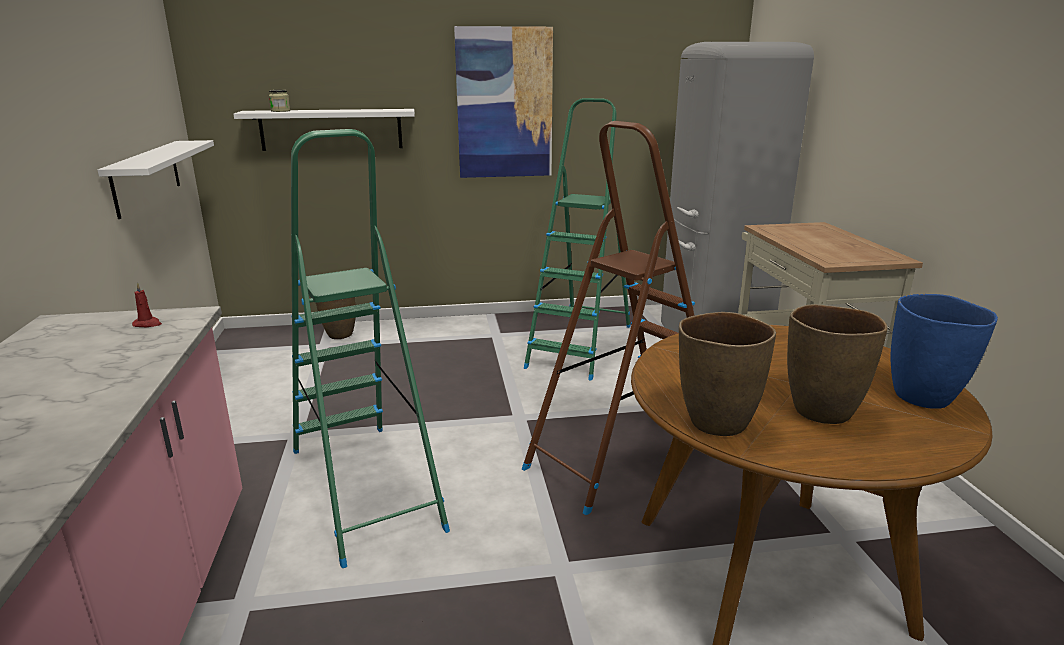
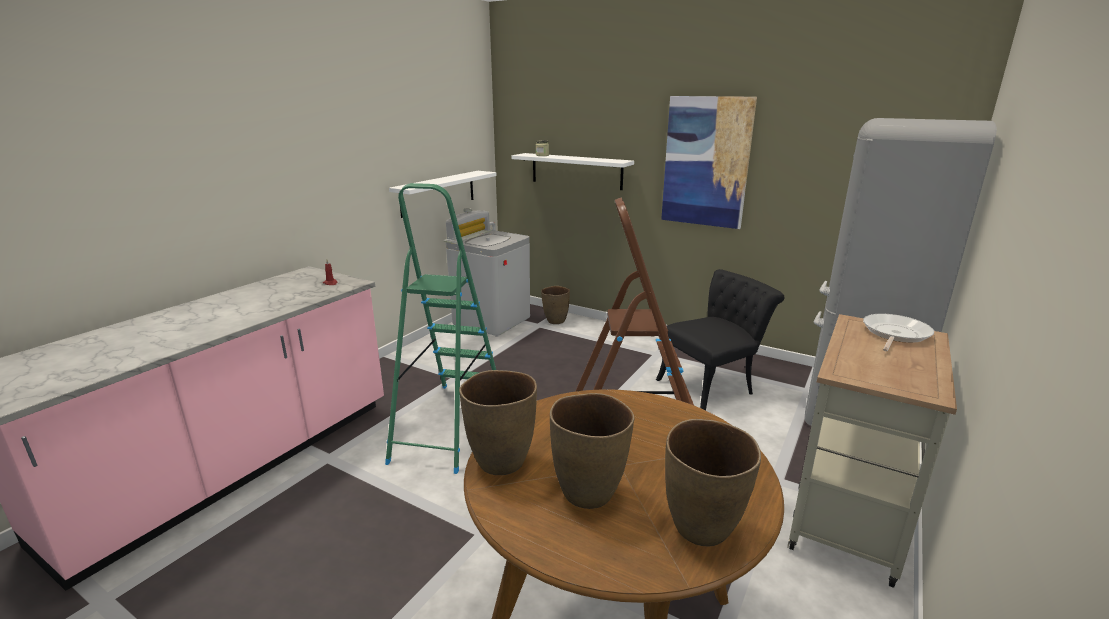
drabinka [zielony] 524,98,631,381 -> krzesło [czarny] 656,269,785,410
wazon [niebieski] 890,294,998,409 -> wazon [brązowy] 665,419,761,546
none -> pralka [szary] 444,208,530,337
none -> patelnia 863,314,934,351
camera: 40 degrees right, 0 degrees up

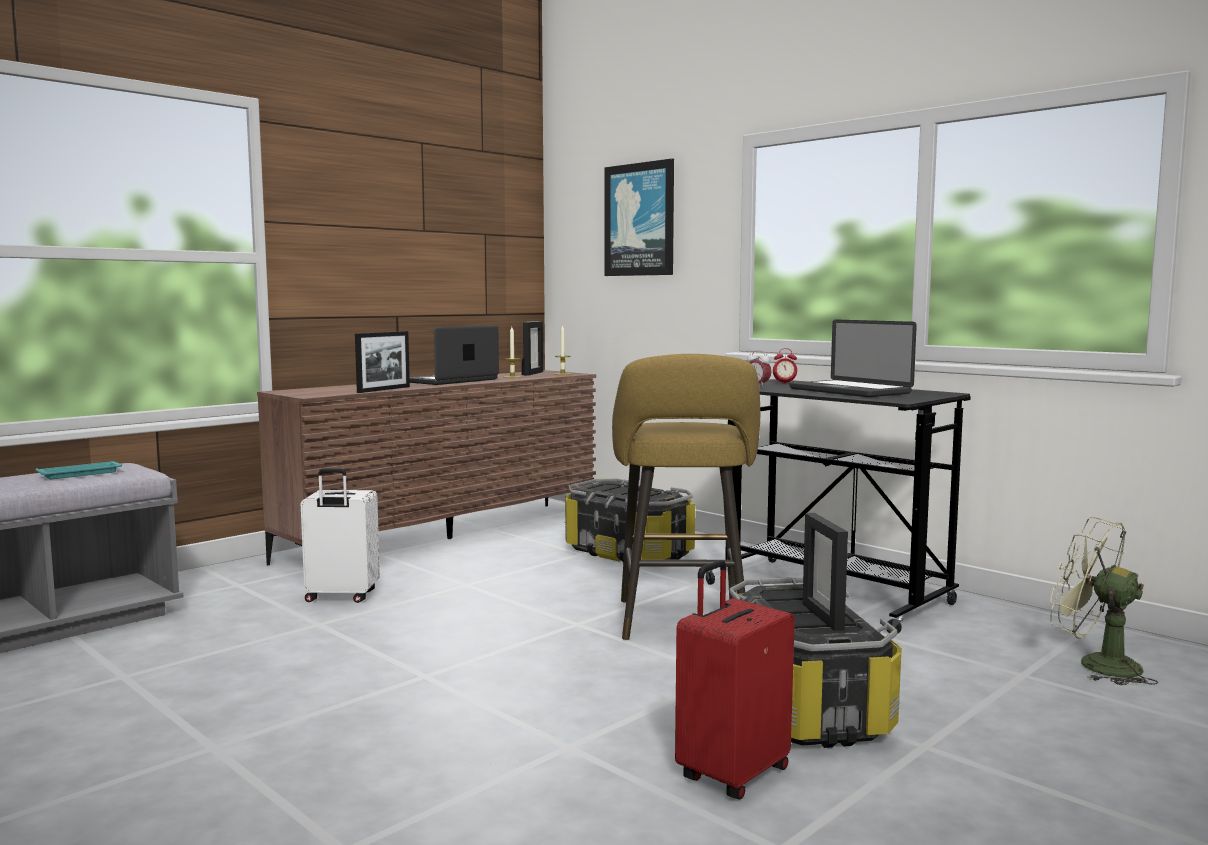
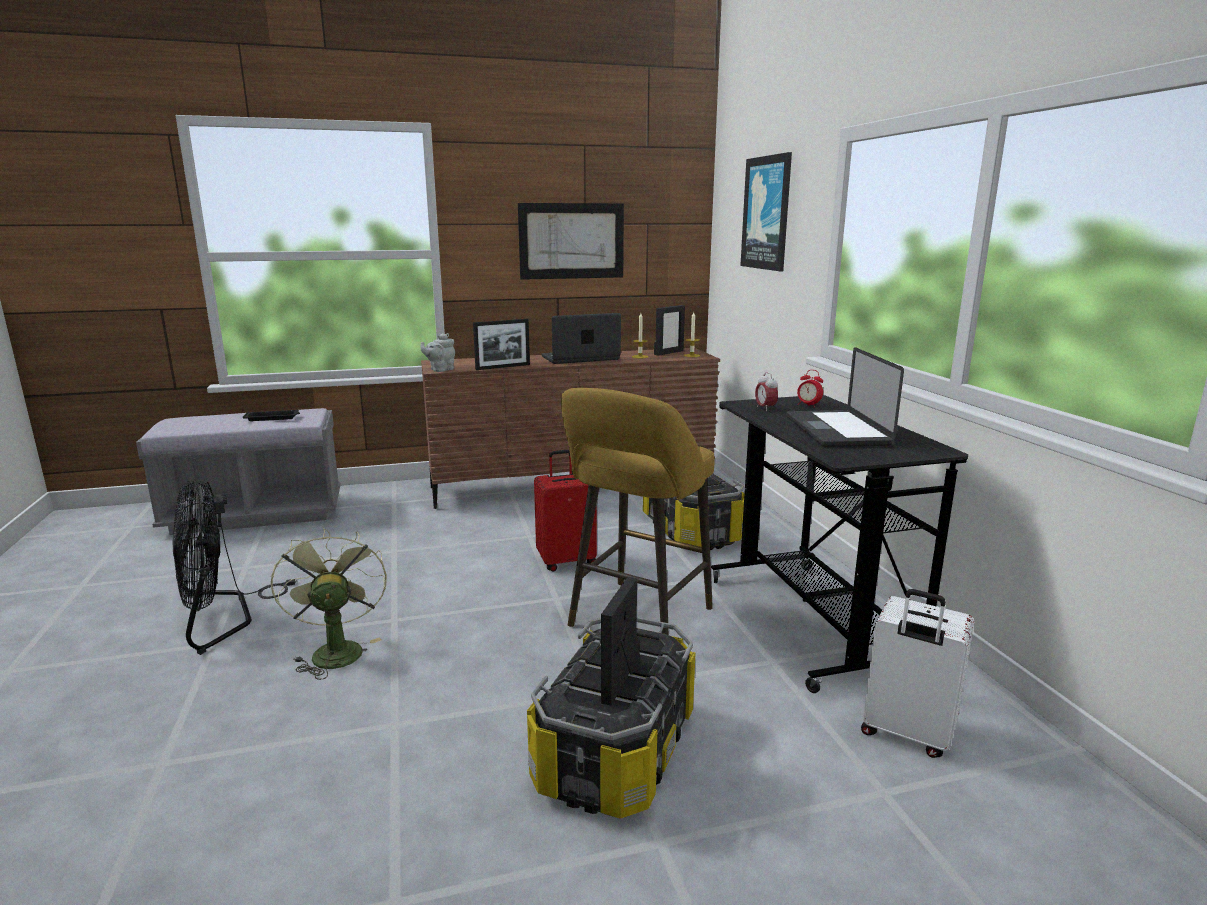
taca [turkusowy] 36,461,122,479 -> taca [czarny] 243,410,300,421
walizka [biały] 301,468,380,603 -> walizka [biały] 861,589,974,758, shifted
wentylator [zielony] 1050,517,1158,685 -> wentylator [zielony] 271,527,387,680, shifted
walizka [czerwony] 675,560,795,800 -> walizka [czerwony] 534,450,597,572, shifted
none -> obraz 518,203,624,280
none -> imbryk [szary] 420,333,455,372
none -> wentylator [czarny] 173,479,298,655
camera: 30 degrees right, 10 degrees up

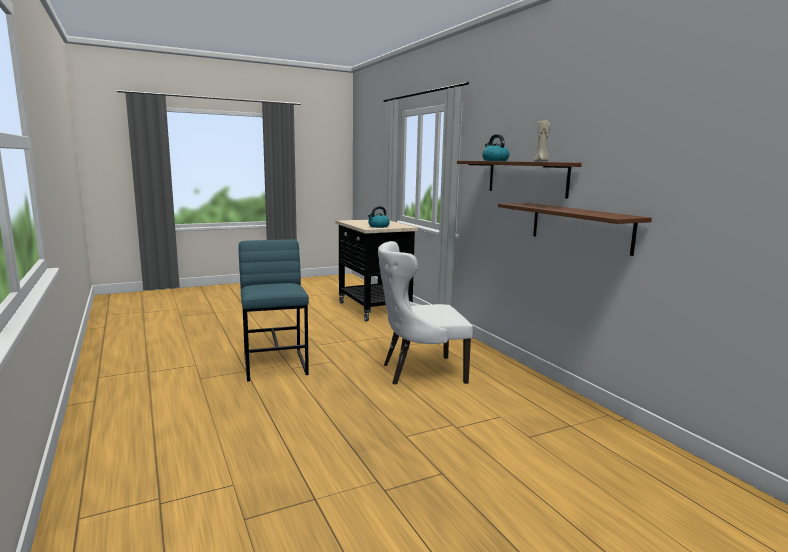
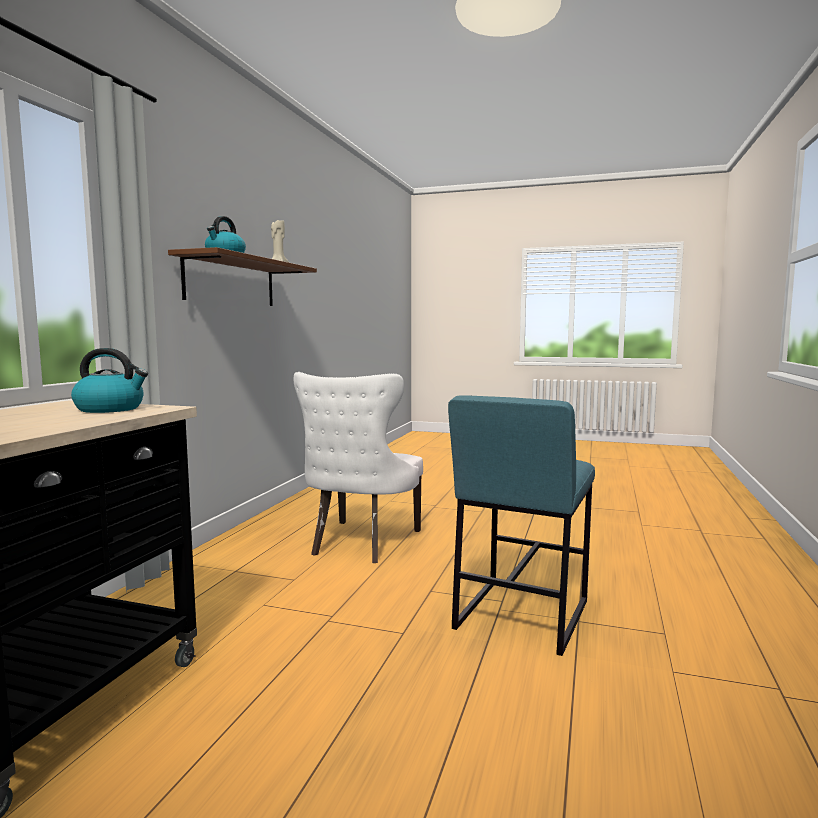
półka [brązowy] 498,203,652,256 -> none
krzesło [biały] 378,241,473,385 -> krzesło [biały] 294,372,423,563, 75 degrees clockwise
camera: 135 degrees left, 5 degrees down

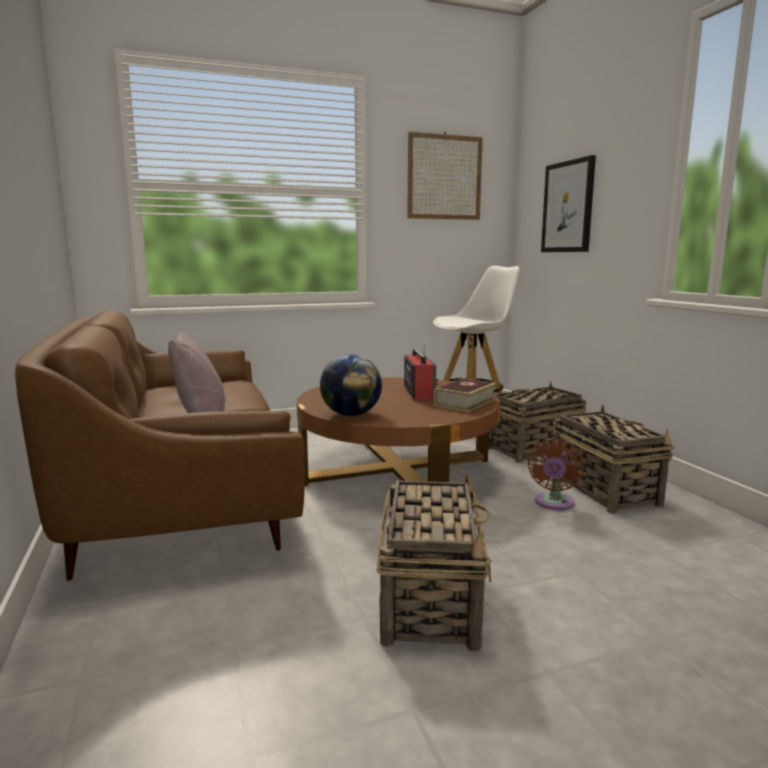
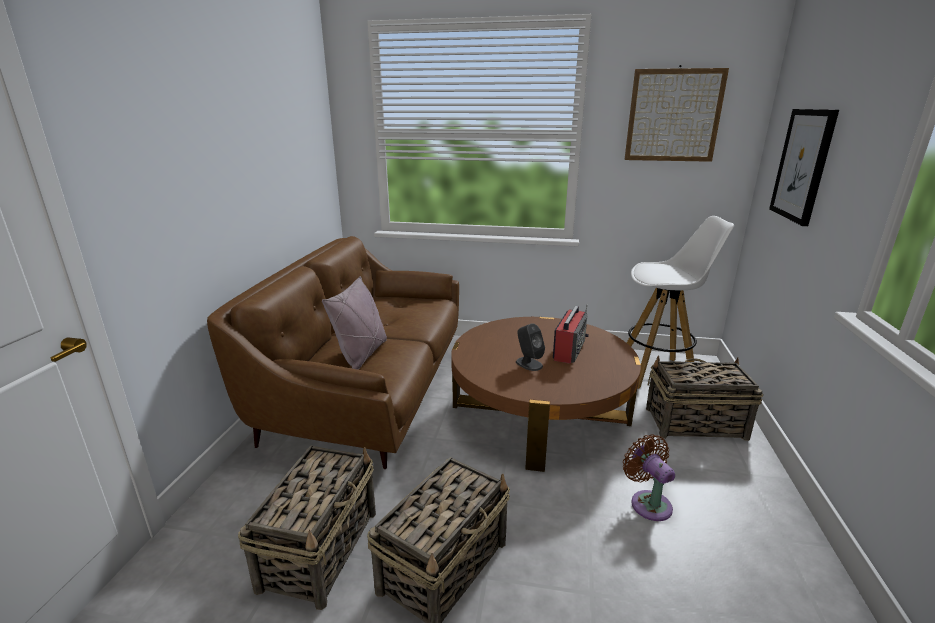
globus 320,354,382,416 -> none
książka 434,378,496,412 -> none
koszyk 553,404,675,514 -> koszyk 238,446,376,610, shifted
wentylator [brązowy] 528,439,584,510 -> wentylator [brązowy] 623,434,675,521, 105 degrees clockwise
none -> głośnik [szary] 516,323,545,371
camera: 30 degrees right, 10 degrees up

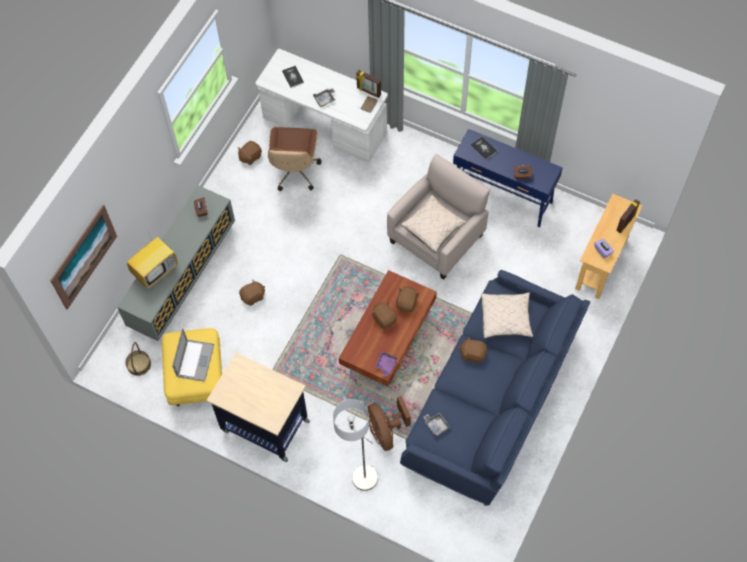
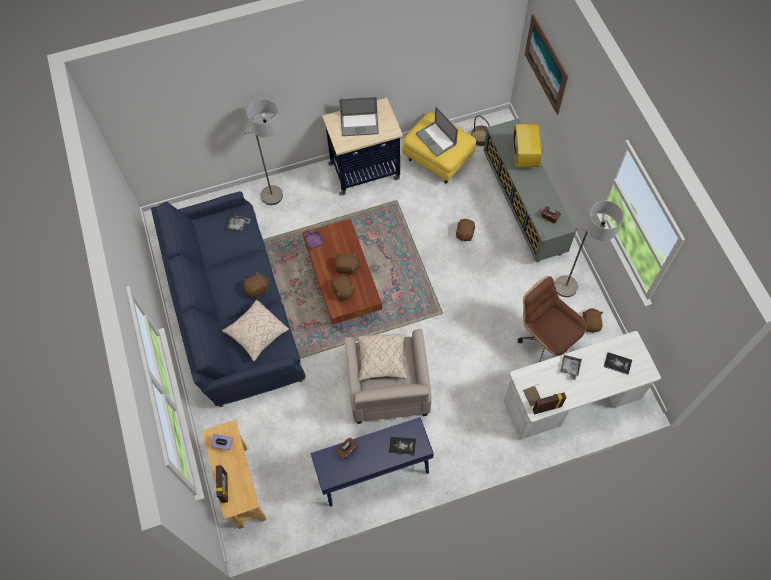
wentylator [brązowy] 368,395,411,451 -> none
none -> laptop 339,97,379,136
none -> lampa stojąca [szary] 555,201,623,297
camera: 135 degrees right, 0 degrees up

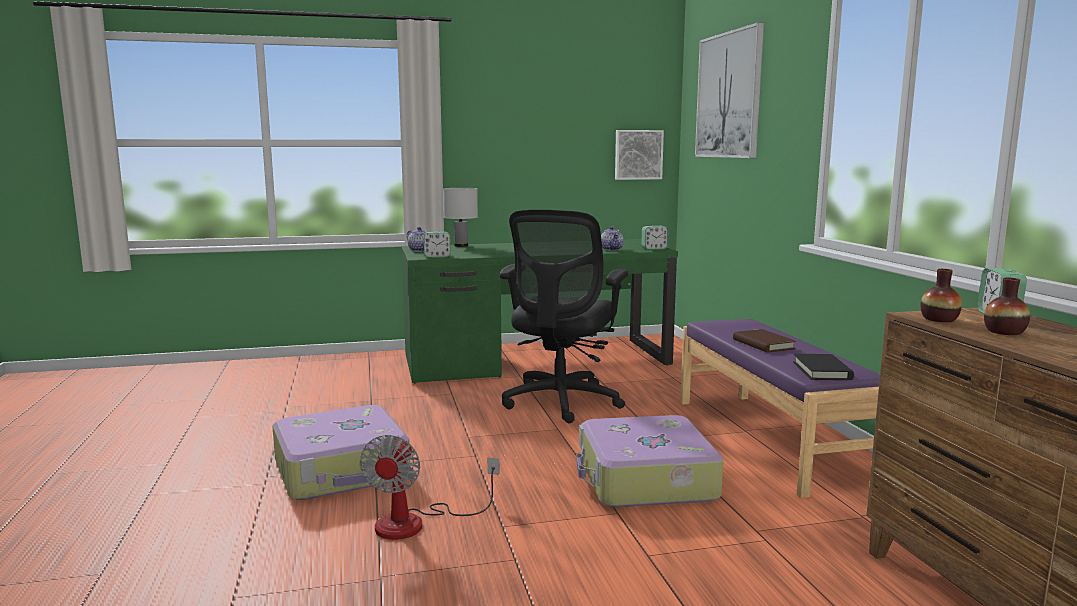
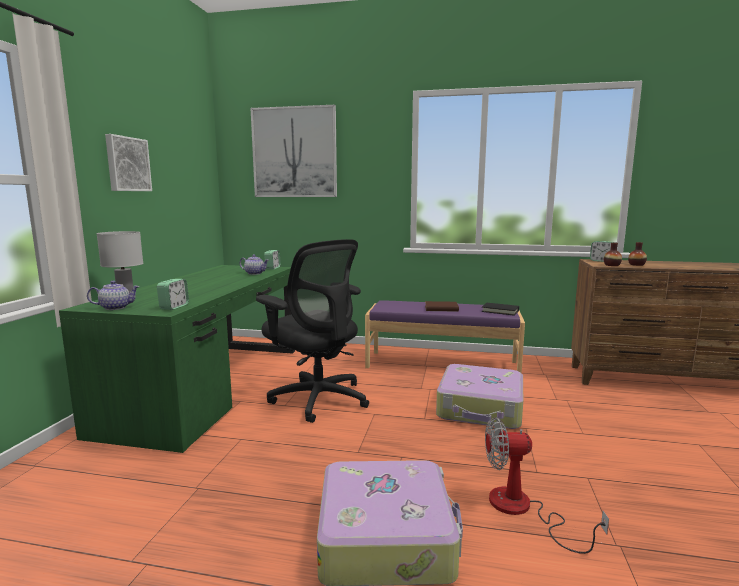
obraz 615,130,664,180 -> obraz 105,134,152,191, shifted
wentylator 360,435,499,540 -> wentylator 485,417,609,554, 150 degrees clockwise
camera: 65 degrees left, 0 degrees up

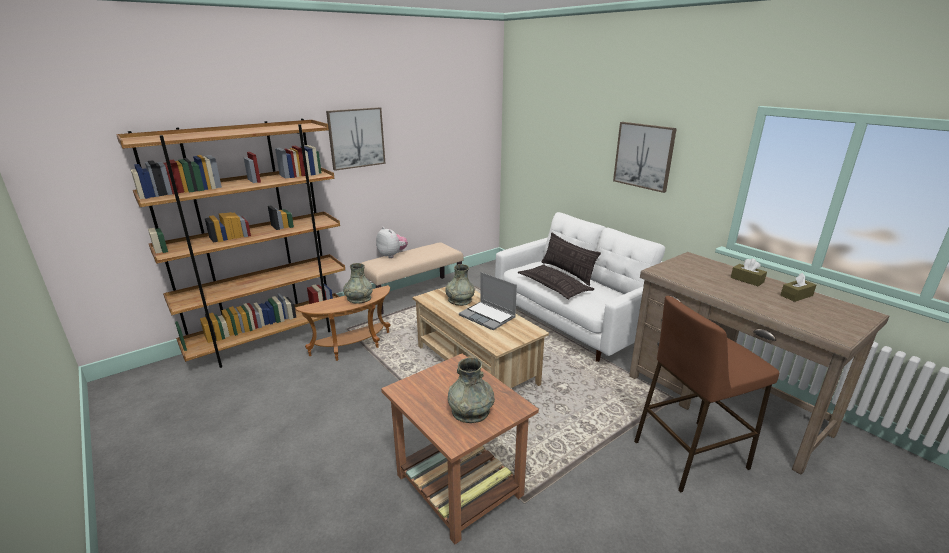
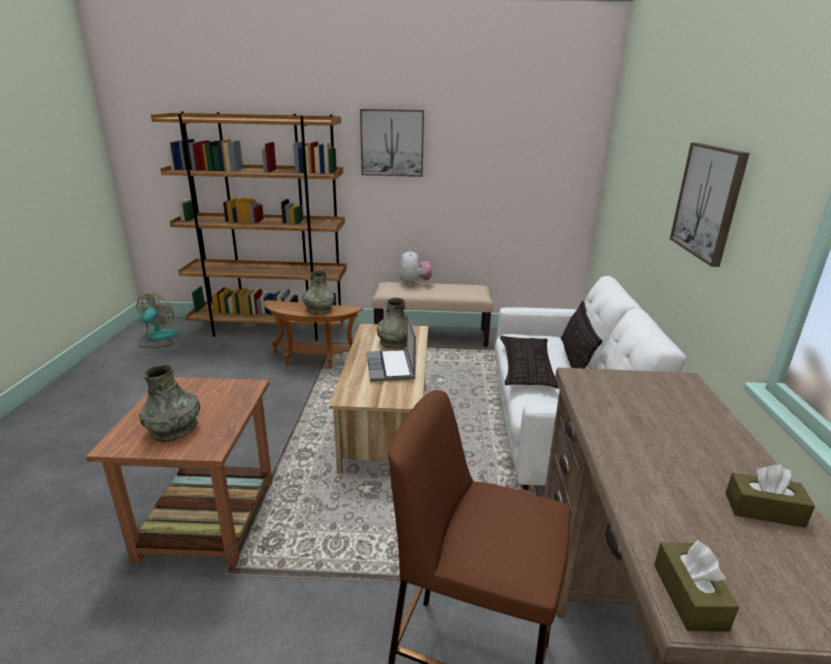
pudełko chusteczek [brązowy] 731,258,767,286 -> pudełko chusteczek [brązowy] 654,540,739,632, shifted
none -> wentylator 136,293,178,348
camera: 40 degrees right, 0 degrees up

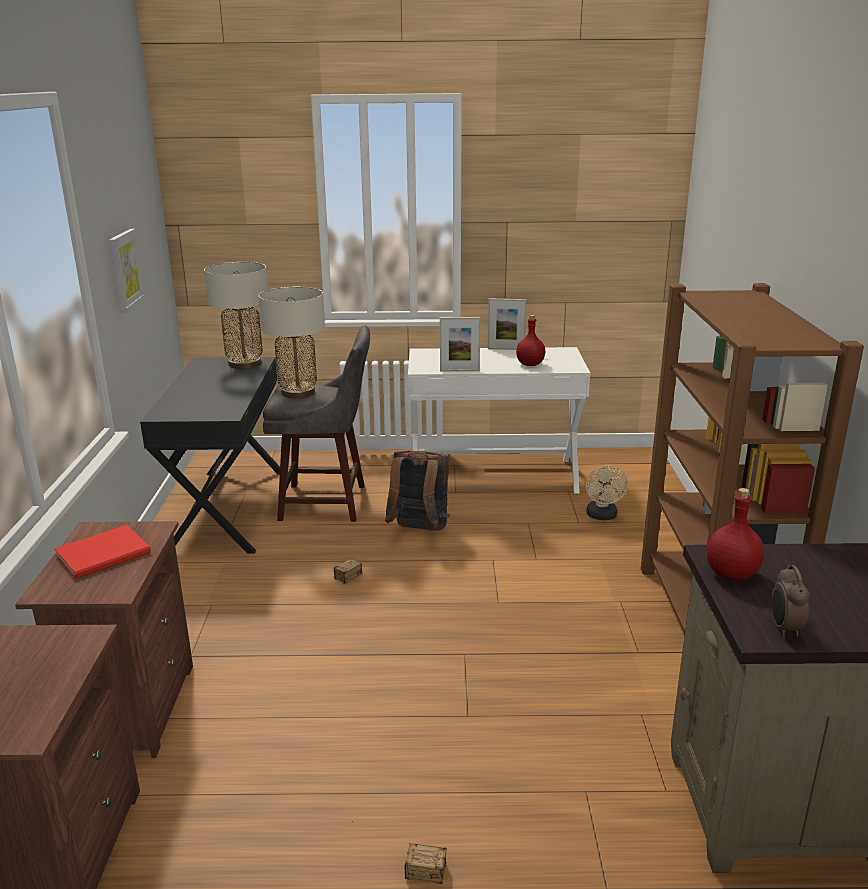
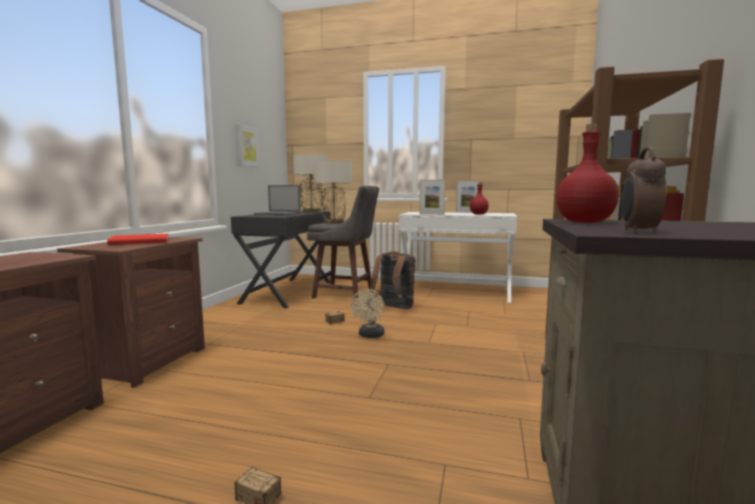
wentylator [beżowy] 586,466,628,520 -> wentylator [beżowy] 351,289,385,338, shifted
none -> laptop 254,185,301,215
camera: 15 degrees right, 15 degrees down

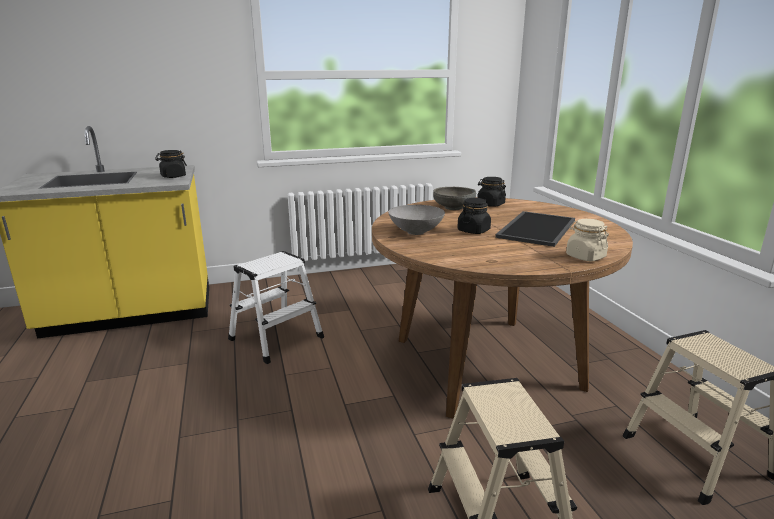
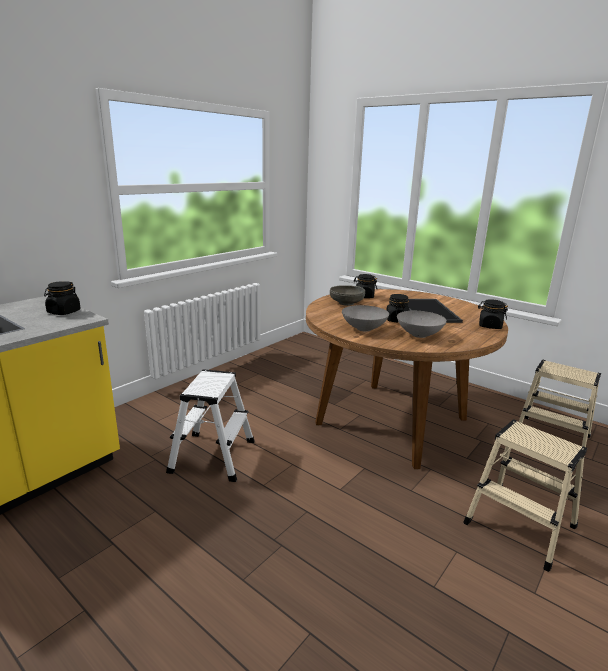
słoik [beżowy] 566,219,609,261 -> słoik [czarny] 478,299,508,329
none -> miska [szary] 397,311,447,338
camera: 35 degrees left, 0 degrees up

